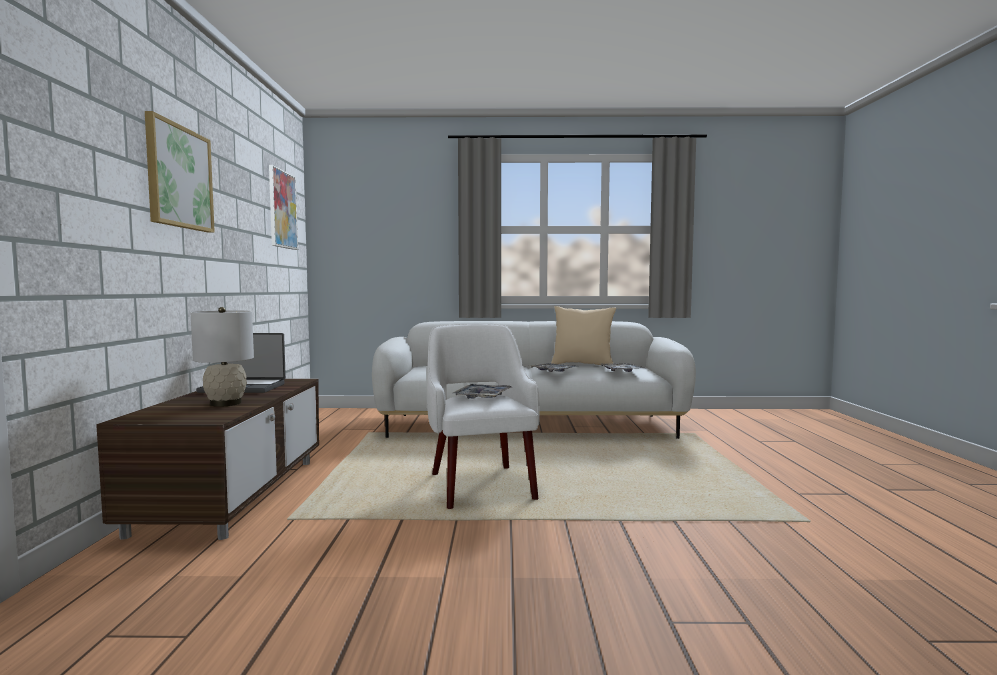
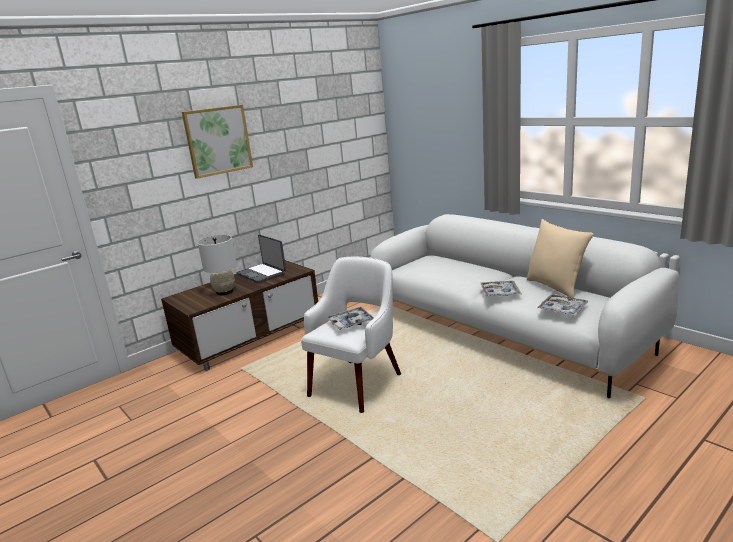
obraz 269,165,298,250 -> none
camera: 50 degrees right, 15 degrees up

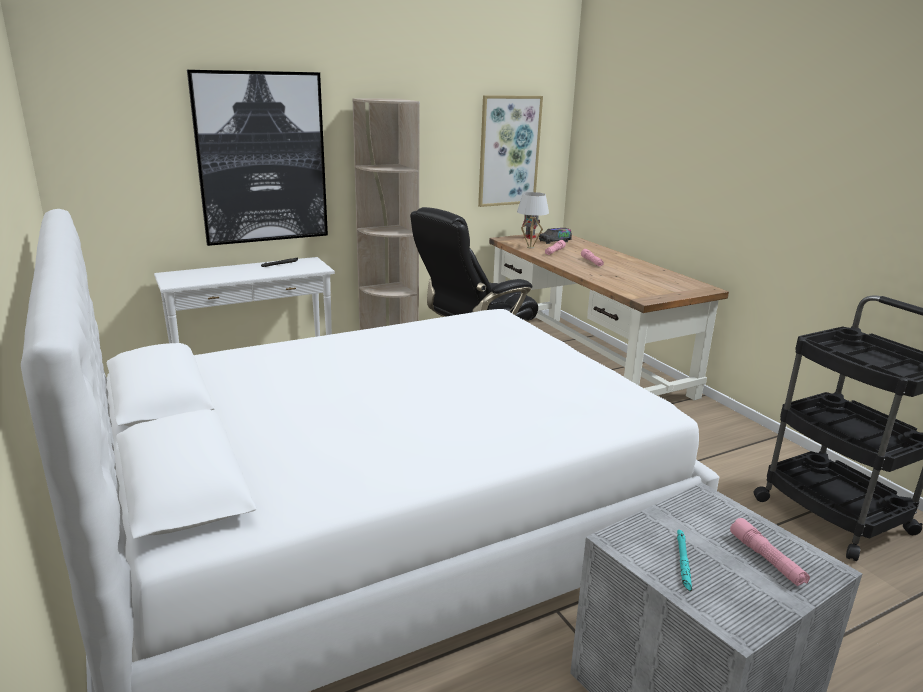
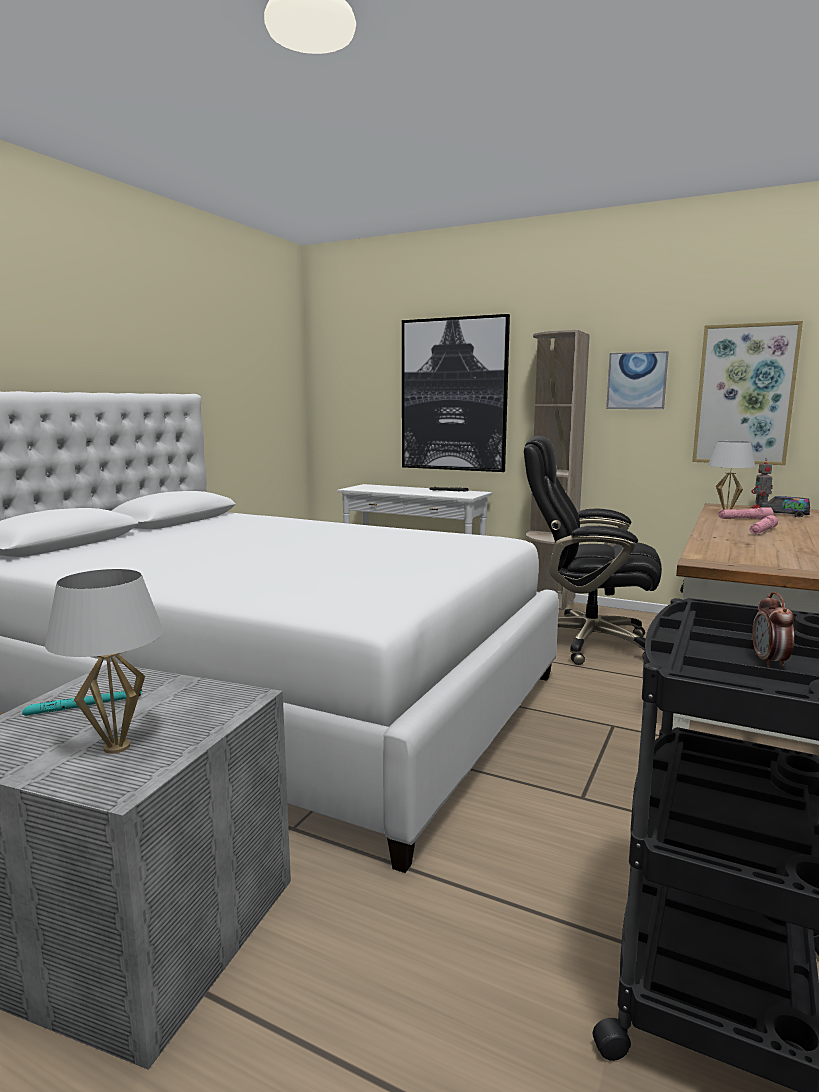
latarka [różowy] 730,518,810,586 -> lampa stołowa [biały] 45,569,163,754
none -> obraz 606,351,669,409
none -> budzik 752,592,794,668
camera: 55 degrees right, 10 degrees down

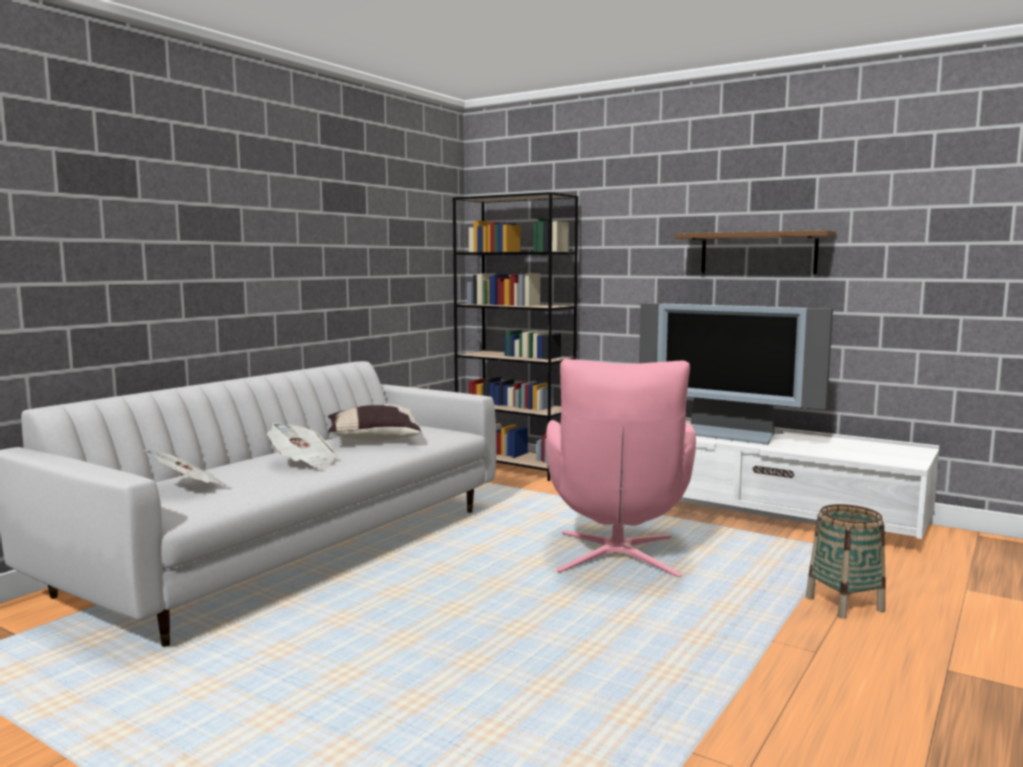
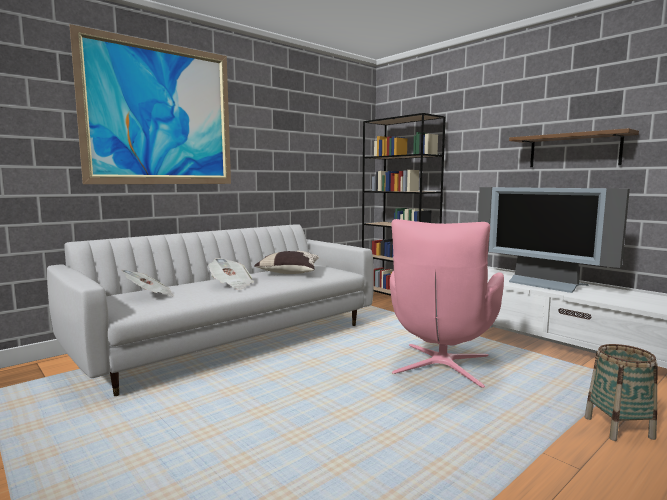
none -> obraz 69,24,231,184
camera: 15 degrees right, 0 degrees up

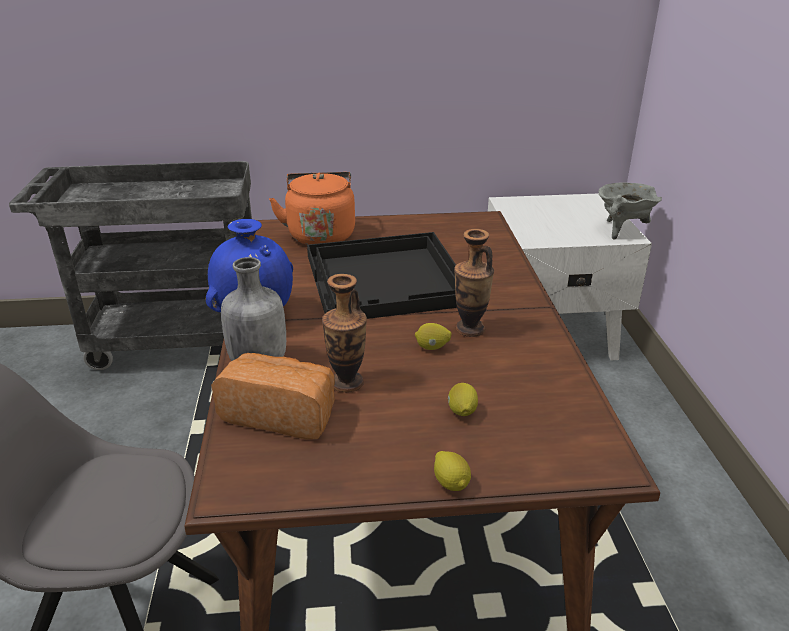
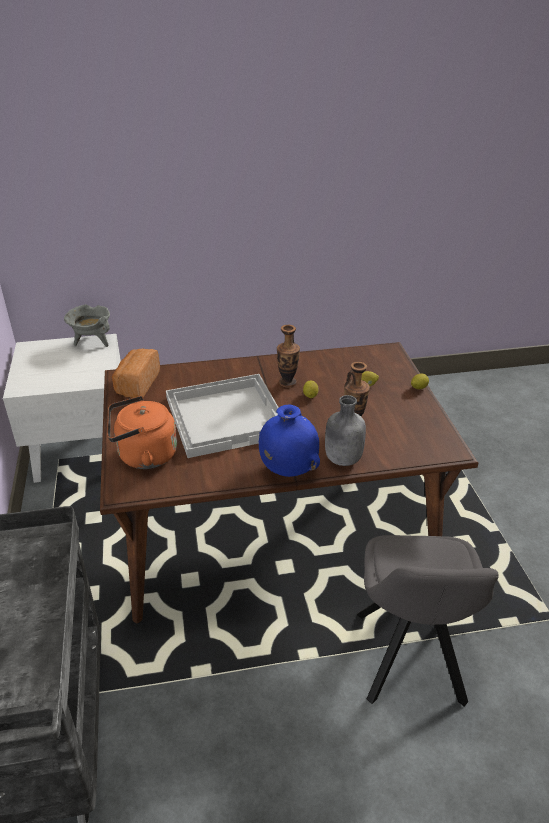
taca [czarny] 307,232,457,319 -> taca [biały] 166,374,279,458
chleb 211,353,335,439 -> chleb 112,349,160,398, shifted
camera: 95 degrees left, 5 degrees up

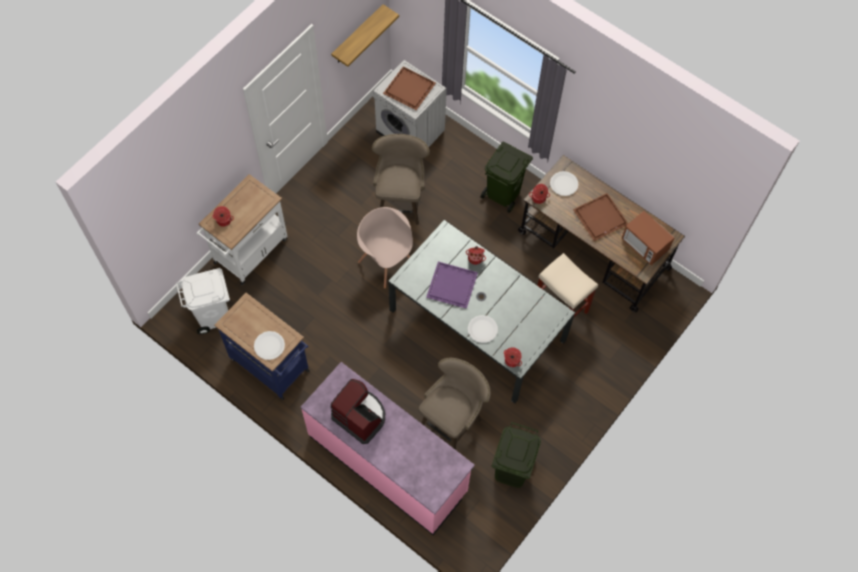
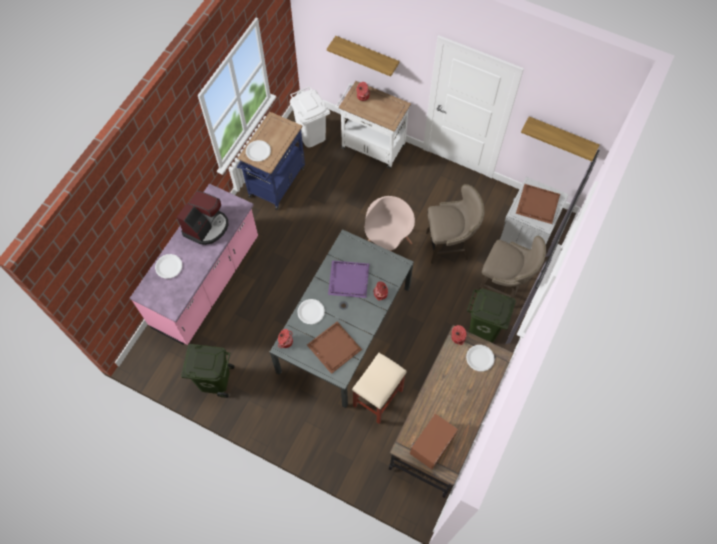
taca [brązowy] 573,193,628,241 -> taca [brązowy] 307,322,362,374, shifted
stołek [beżowy] 419,358,491,450 -> stołek [beżowy] 477,236,546,298, shifted
none -> półka 327,36,399,76
none -> talerz [biały] 155,254,182,279
camera: 80 degrees right, 0 degrees up

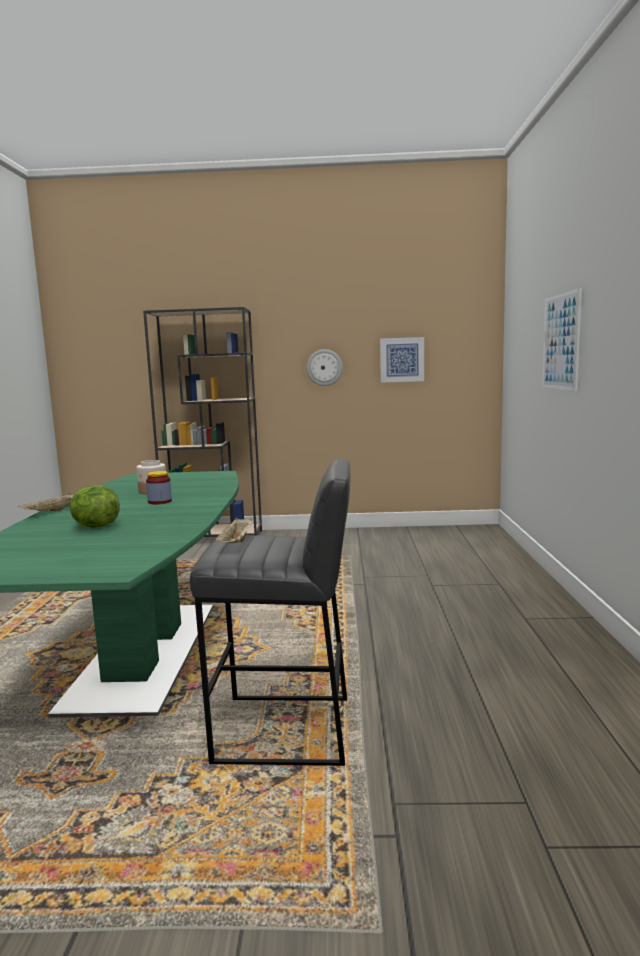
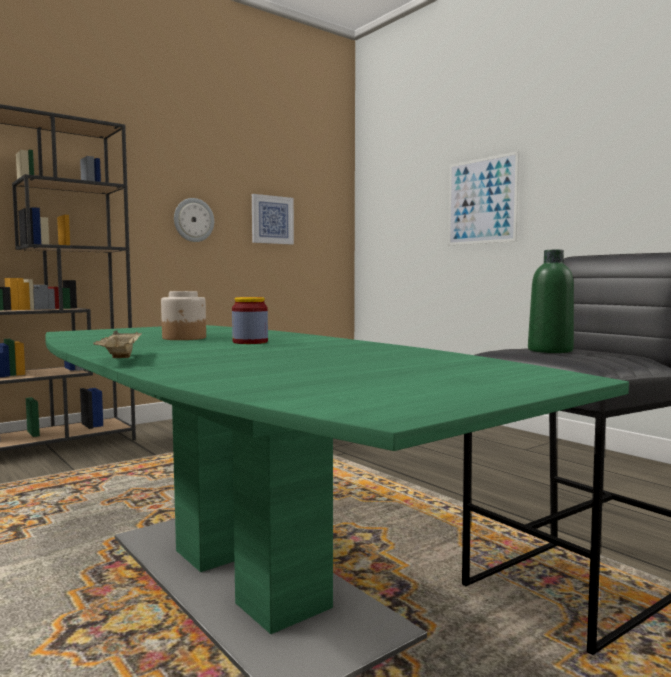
sałata 70,485,120,528 -> none
taca [beżowy] 215,517,254,543 -> butelka [zielony] 528,250,574,353
camera: 40 degrees left, 5 degrees down

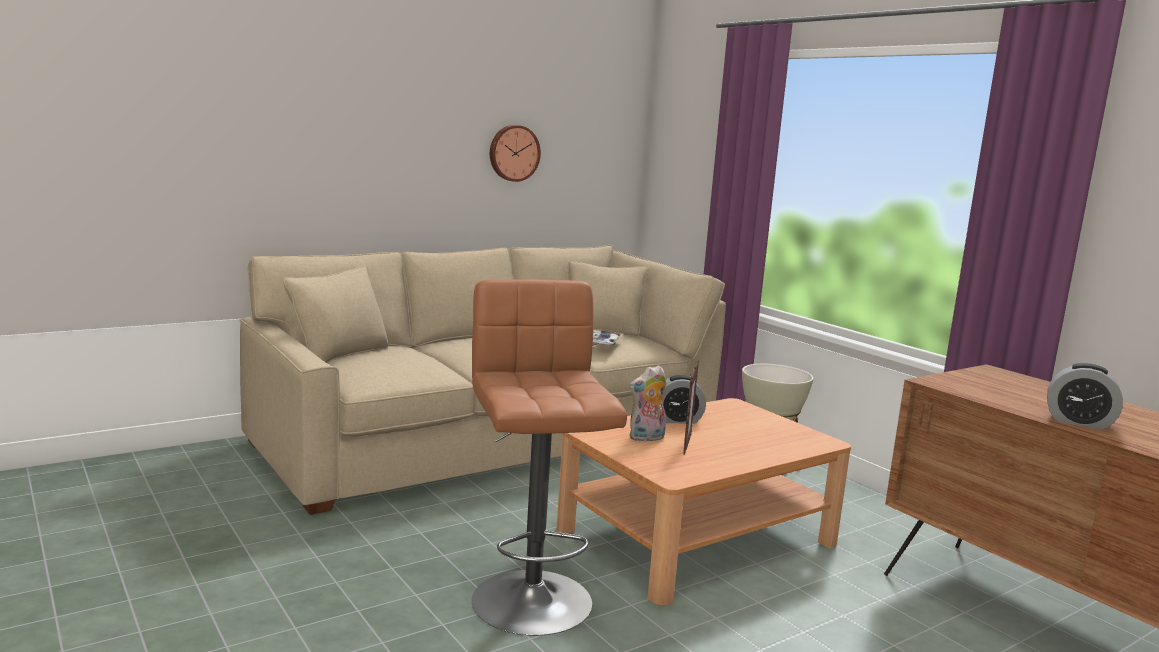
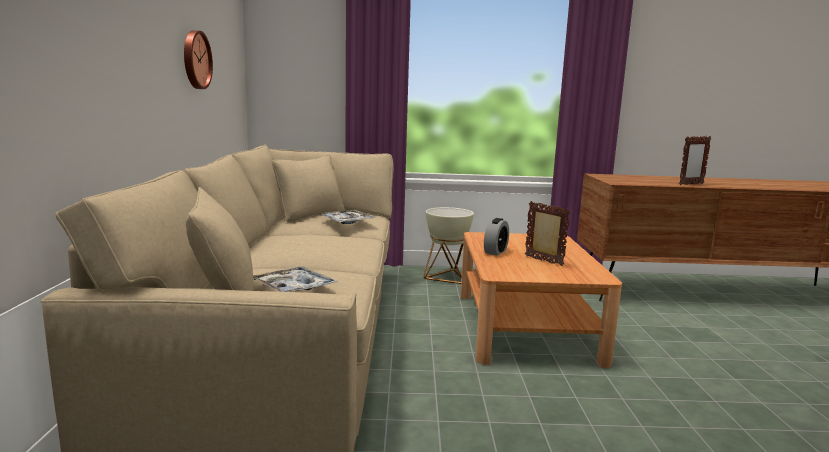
stołek [brązowy] 472,279,627,636 -> none
budzik 1047,363,1123,430 -> ramka na zdjęcie 679,136,711,185
pluszak 629,365,666,442 -> none
none -> taca 253,266,338,292
camera: 55 degrees left, 0 degrees up

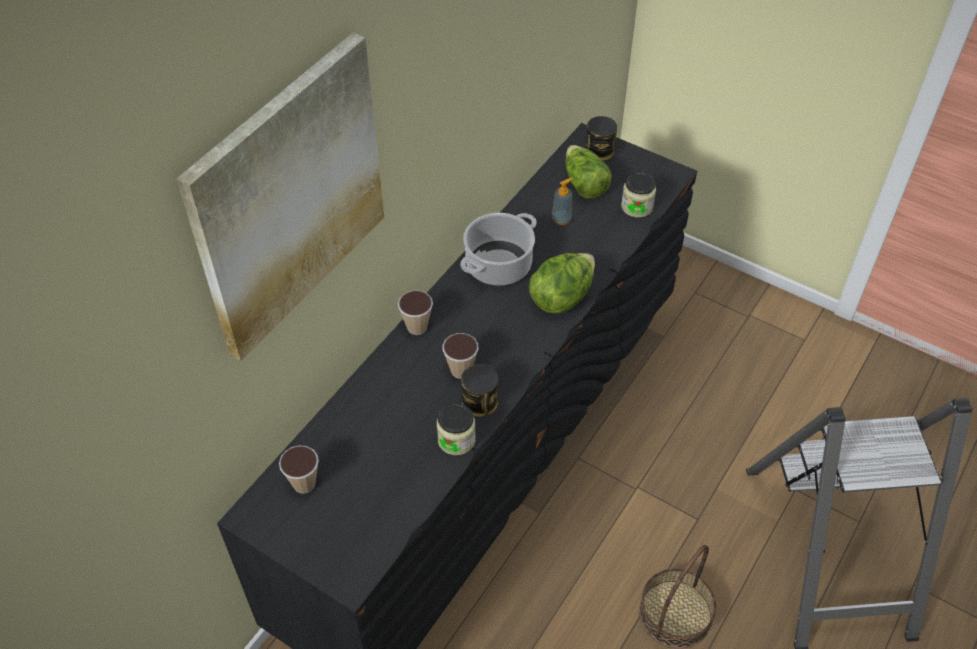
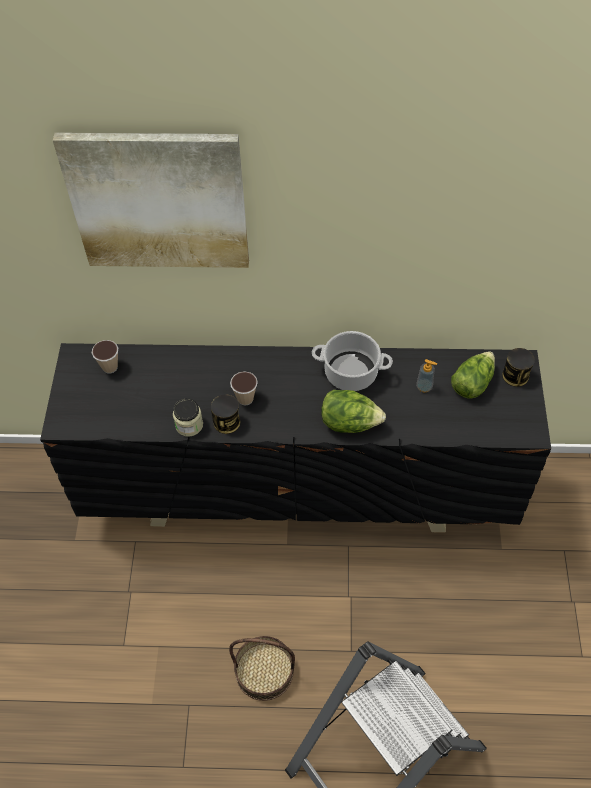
słoik 621,173,656,218 -> none
filiżanka 398,290,433,335 -> none
camera: 60 degrees right, 5 degrees up

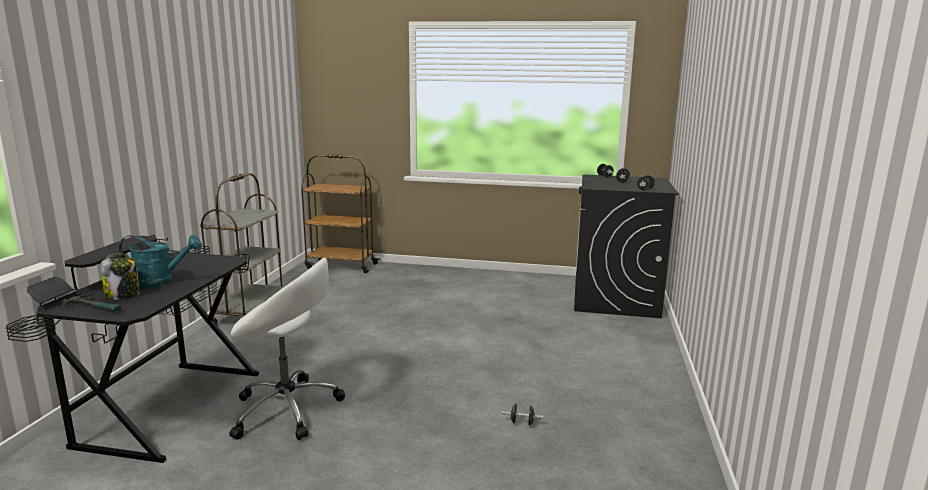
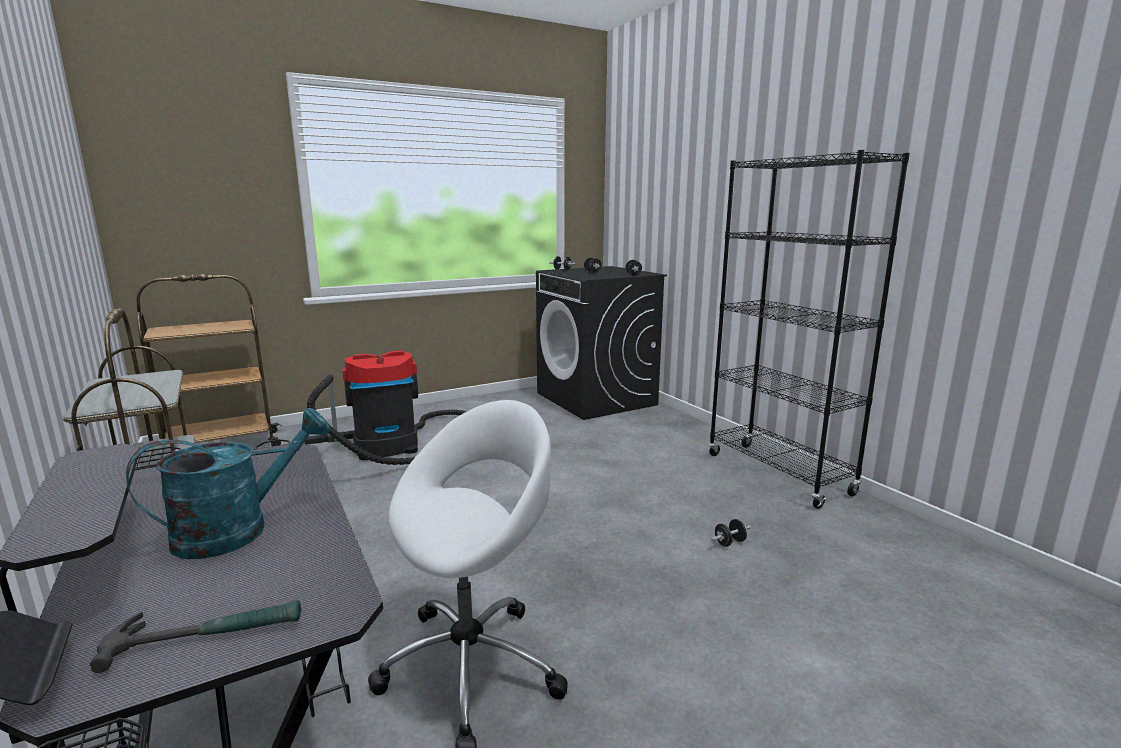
słoik 101,254,139,300 -> none
none -> regał [czarny] 708,150,910,509
none -> odkurzacz 304,350,467,465
camera: 40 degrees left, 0 degrees up

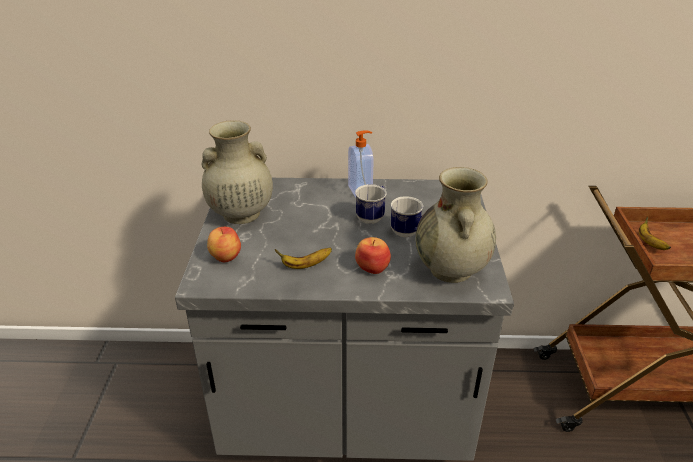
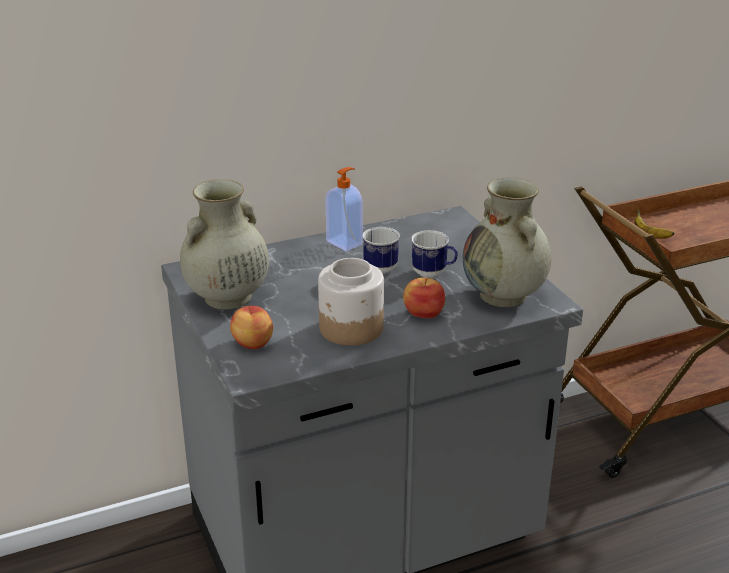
banan 275,248,332,269 -> słoik 318,258,384,346
camera: 25 degrees left, 5 degrees down

